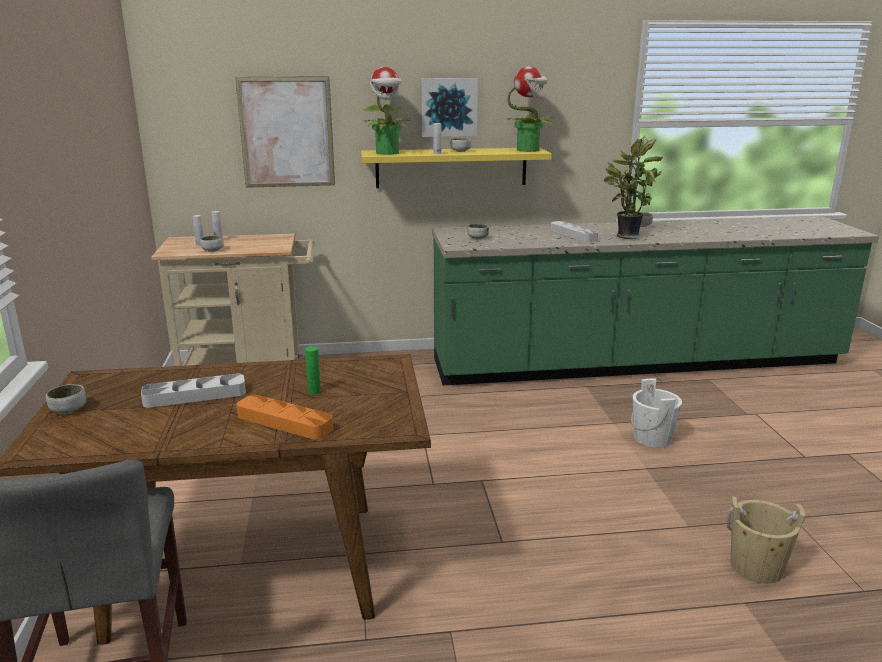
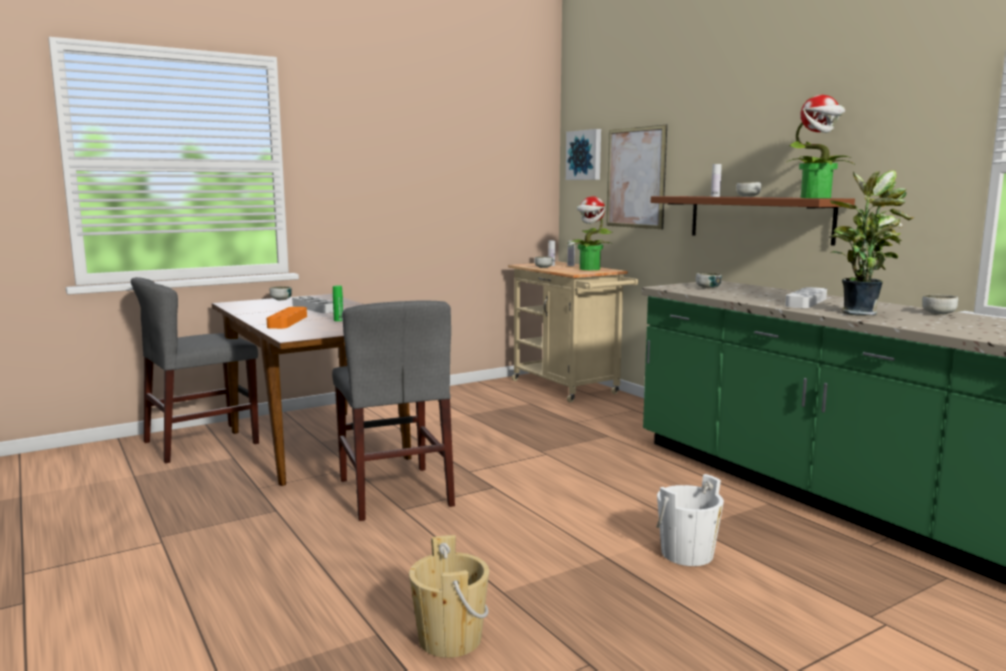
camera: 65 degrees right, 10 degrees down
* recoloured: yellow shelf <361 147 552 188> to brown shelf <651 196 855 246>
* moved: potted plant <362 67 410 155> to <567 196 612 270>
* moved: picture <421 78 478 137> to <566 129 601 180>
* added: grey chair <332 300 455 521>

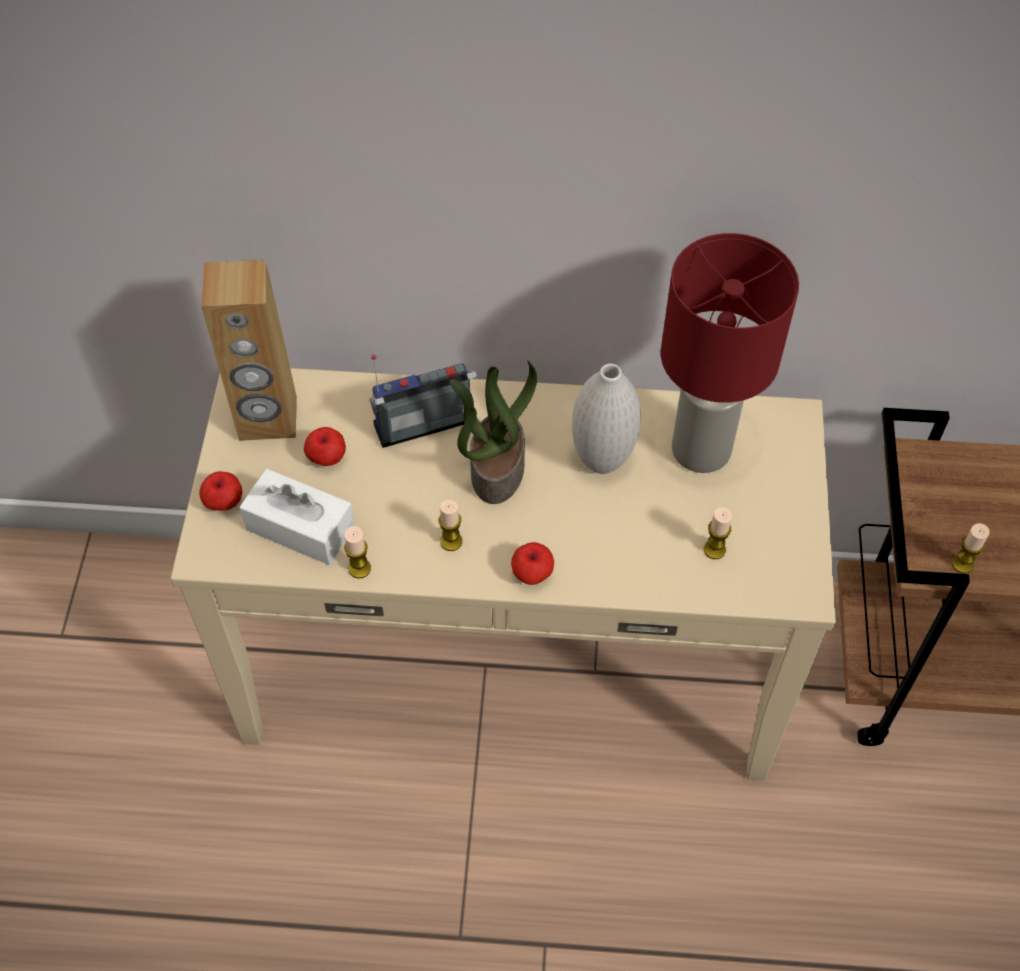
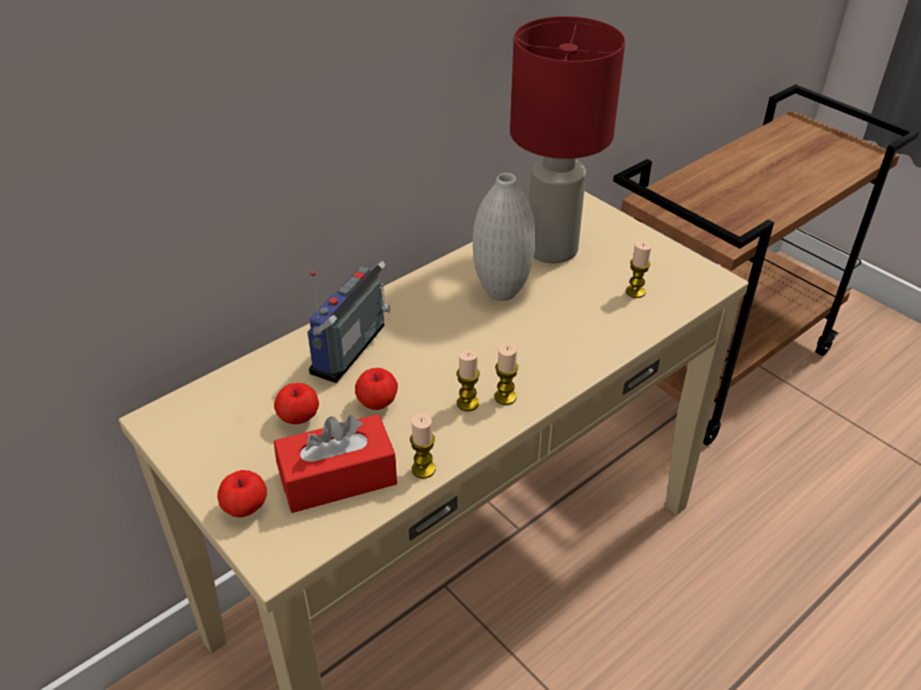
camera: 45 degrees left, 15 degrees down
* removed: brown speaker <202 260 297 441>
* recoloured: white tissue box <240 469 355 565> to red tissue box <274 414 397 513>
* removed: potted plant <449 360 537 504>
* moved: apple <511 542 554 585> to <355 368 398 410>
* moved: candle <952 523 990 573> to <495 342 518 405>

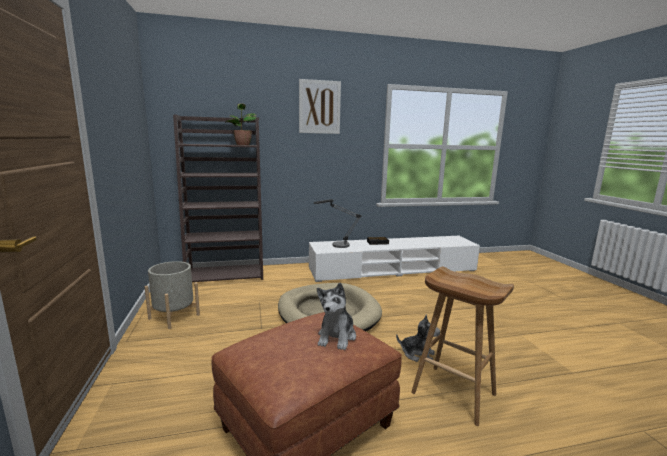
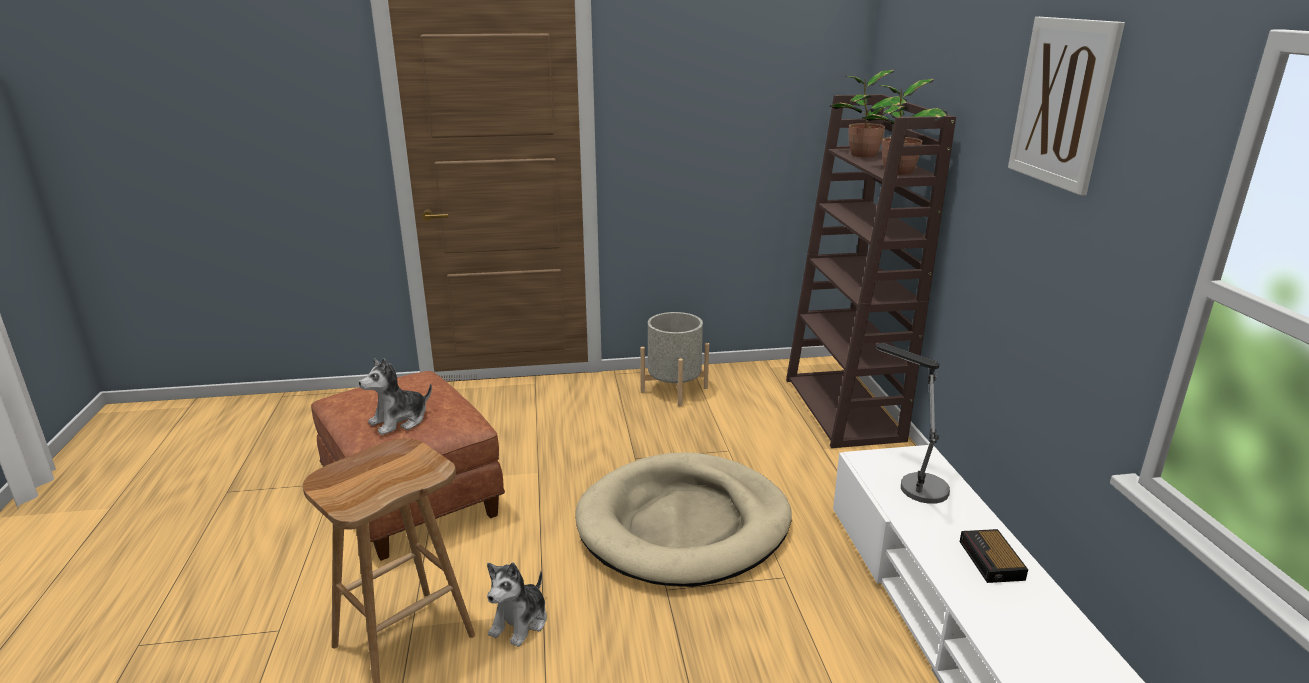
camera: 95 degrees right, 10 degrees up
* turned: plush toy <317 283 356 350> = <359 358 432 435> 60 degrees counterclockwise
* added: potted plant <830 70 907 157>

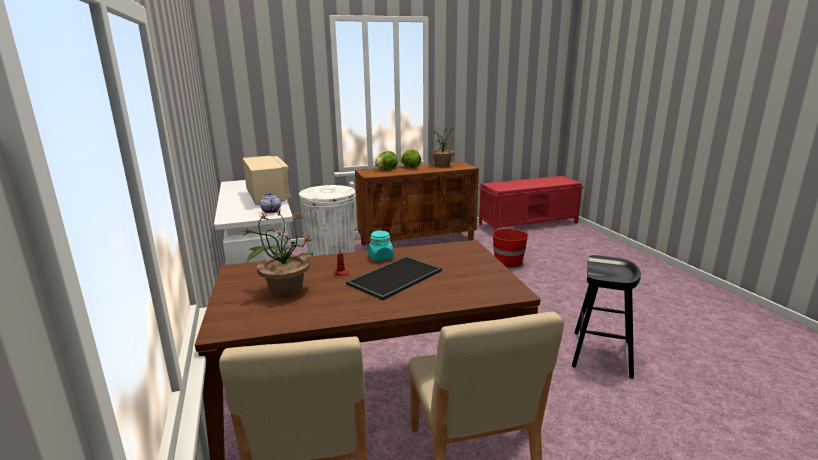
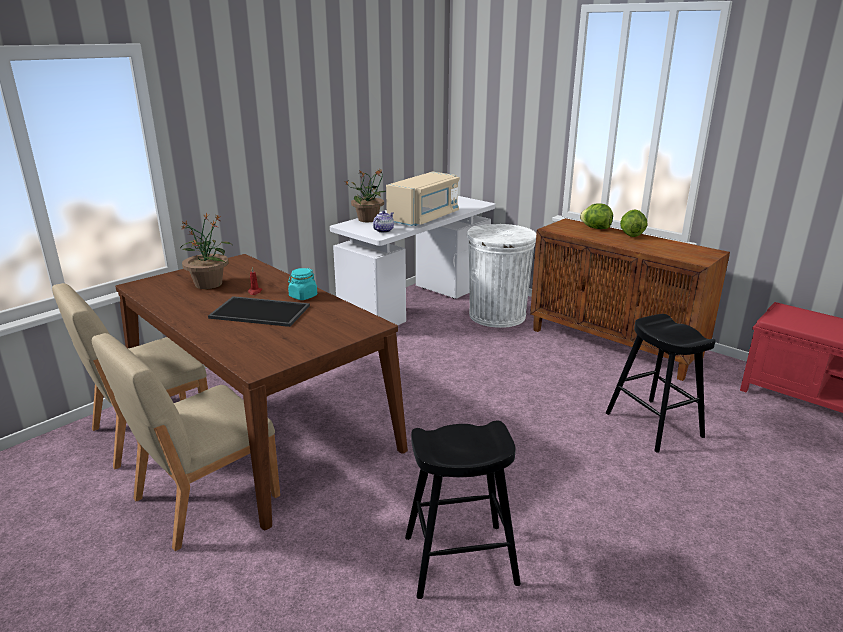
camera: 60 degrees right, 5 degrees up
* moved: potted plant <430 127 458 167> to <345 169 386 222>
* replaced: red bucket <492 229 528 268> to black stool <606 314 716 453>

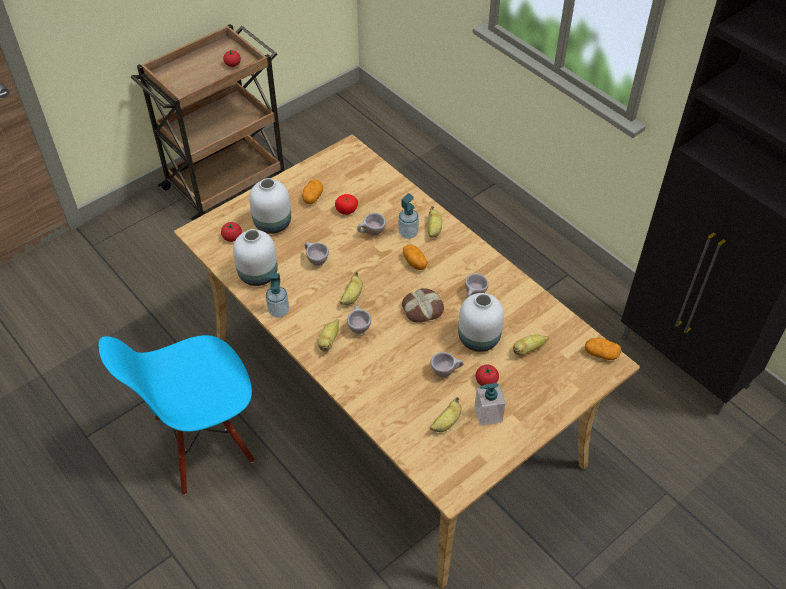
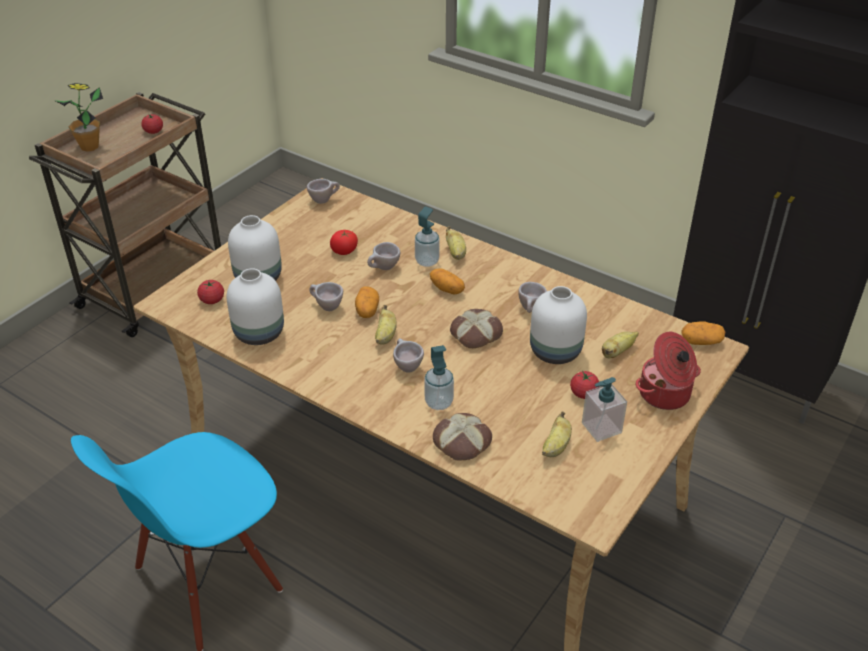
camera: 15 degrees left, 10 degrees down
* moved: soap dispenser <266 273 289 318> to <424 345 454 410>
* moved: potato <302 179 323 204> to <355 286 379 318>
* removed: banana <318 319 339 352>
* moved: beige cup <430 352 464 377> to <307 179 340 204>
* added: potted plant <54 83 103 152>
* added: bread <433 413 492 460>
* added: cooking pot <636 332 701 410>

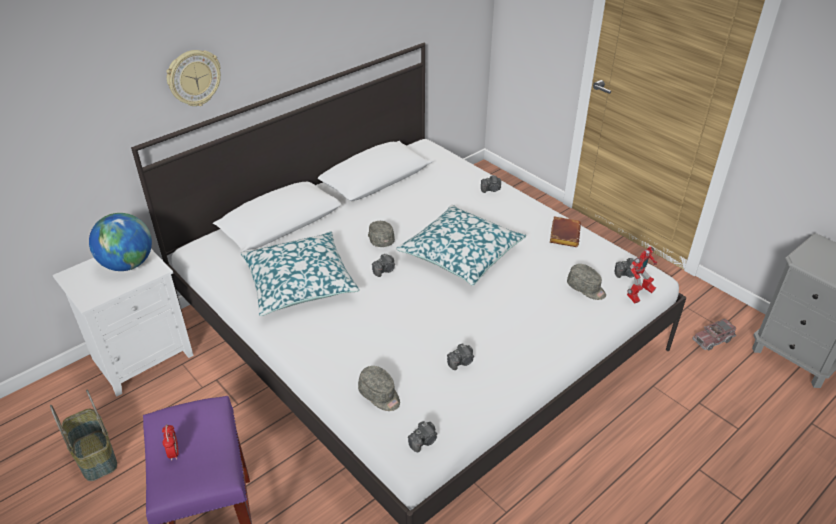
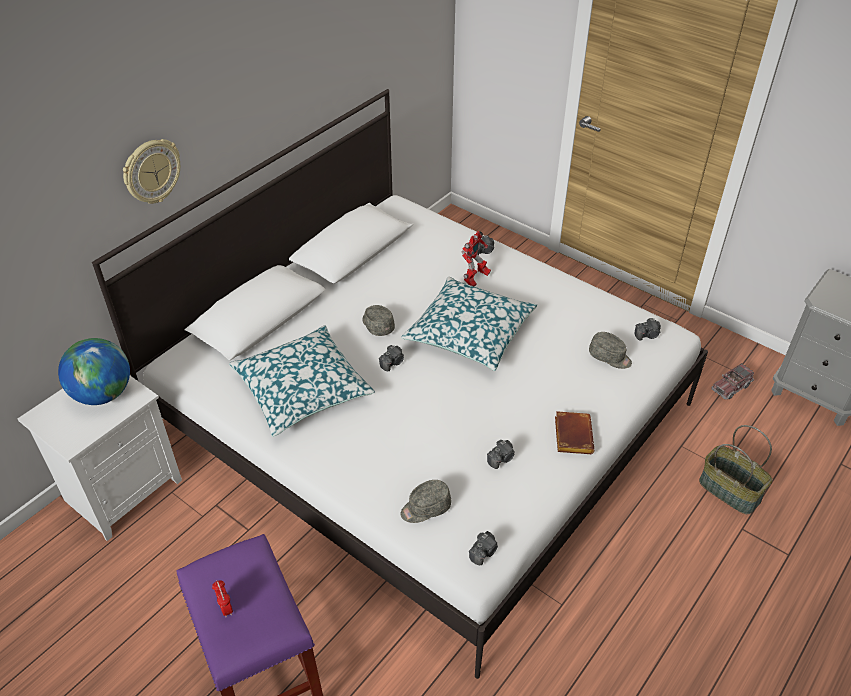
camera: 10 degrees left, 5 degrees up
* moved: basket <50 390 117 481> to <699 425 772 514>
* turned: grey cap <358 366 400 411> = <400 480 451 523> 120 degrees clockwise
* moved: brown book <550 216 581 247> to <555 411 595 454>
* moved: toy robot <627 246 657 304> to <461 231 491 286>

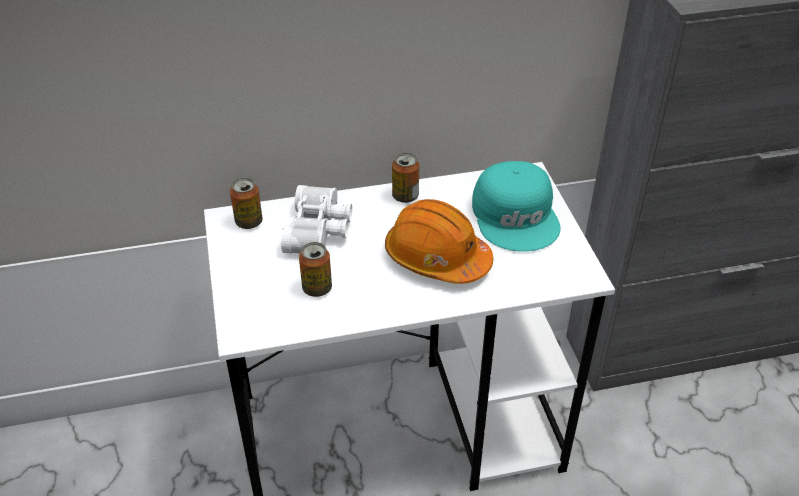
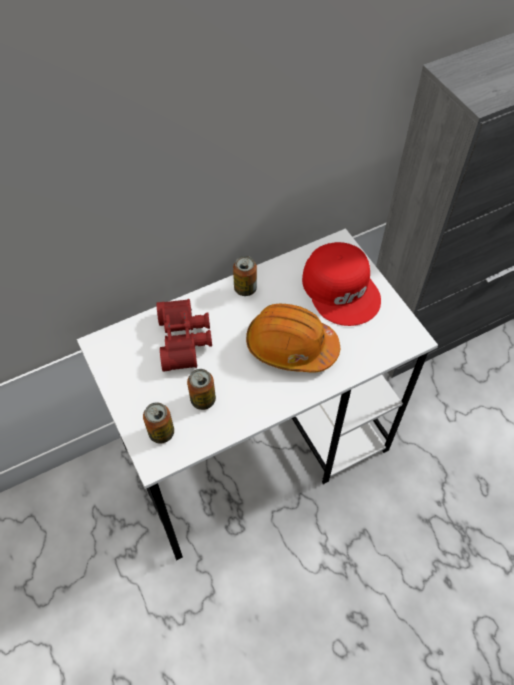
camera: 15 degrees left, 15 degrees up
* moved: can <230 178 263 229> to <143 402 174 443>
* recoloured: white binoculars <281 185 352 254> to red binoculars <157 299 212 372>
* recoloured: turquoise cap <472 161 561 252> to red cap <302 242 381 326>

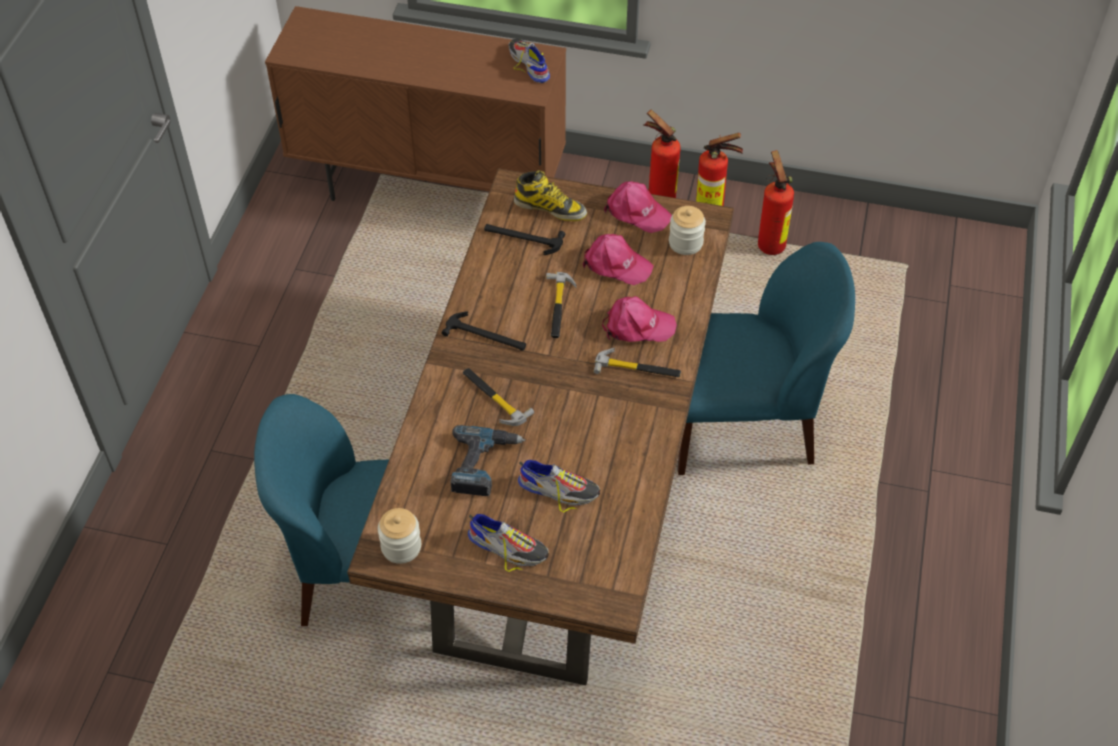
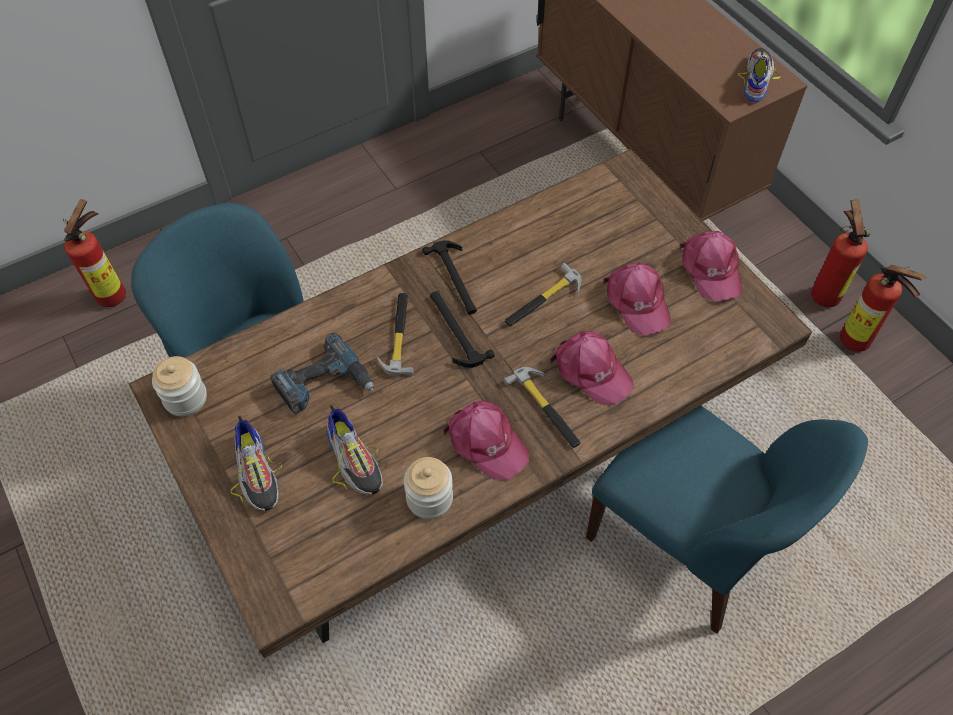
camera: 45 degrees right, 5 degrees up
* moved: hammer <484 224 565 255> to <430 291 495 368>
* removed: boot <514 170 587 221>
* moved: jar <669 206 706 255> to <404 457 453 519>
* moved: fire extinguisher <758 150 794 255> to <63 199 126 307>
* added: pink cap <443 401 529 480>

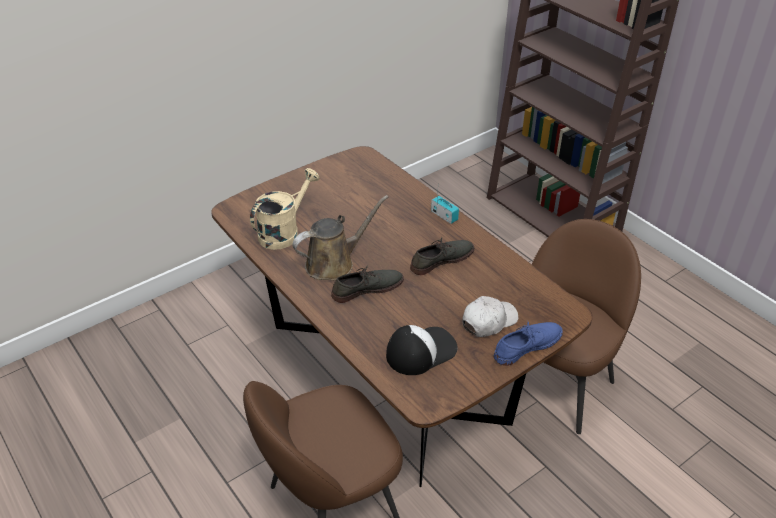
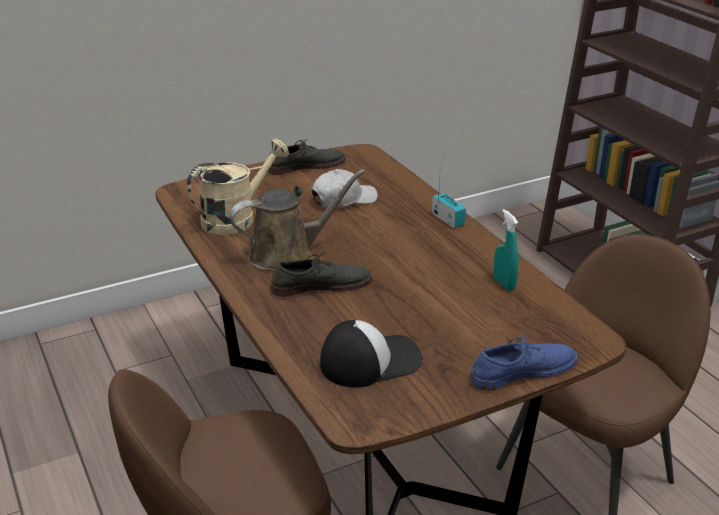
camera: 10 degrees right, 10 degrees down
* moved: grey shoe <410 237 474 275> to <268 139 346 175>
* moved: white cap <462 296 518 337> to <312 169 378 208>
* added: turquoise spray bottle <494 209 519 291>

